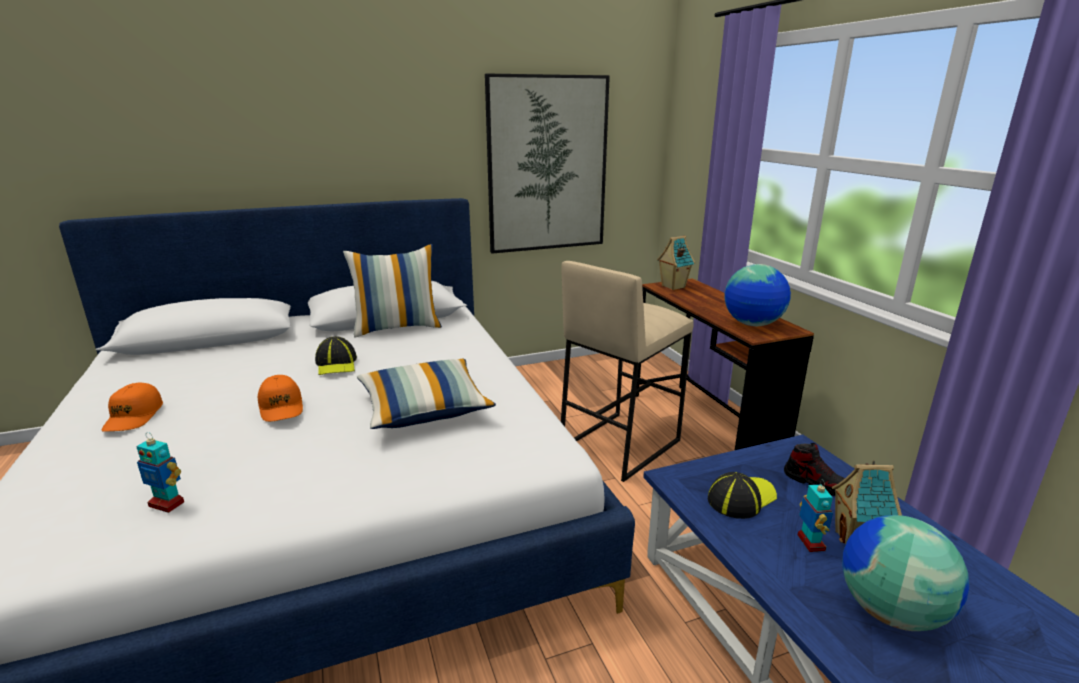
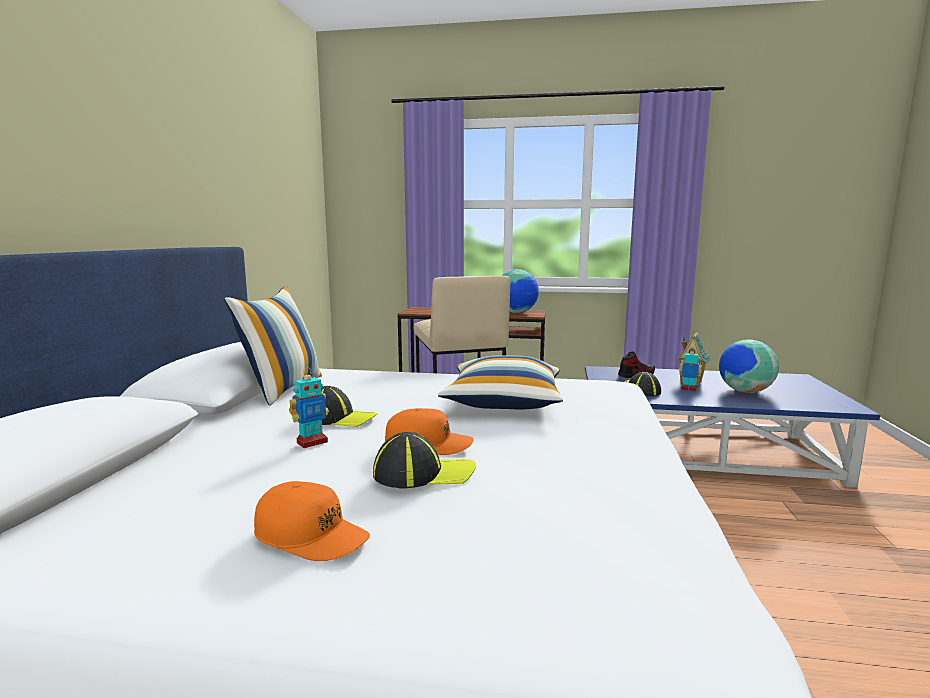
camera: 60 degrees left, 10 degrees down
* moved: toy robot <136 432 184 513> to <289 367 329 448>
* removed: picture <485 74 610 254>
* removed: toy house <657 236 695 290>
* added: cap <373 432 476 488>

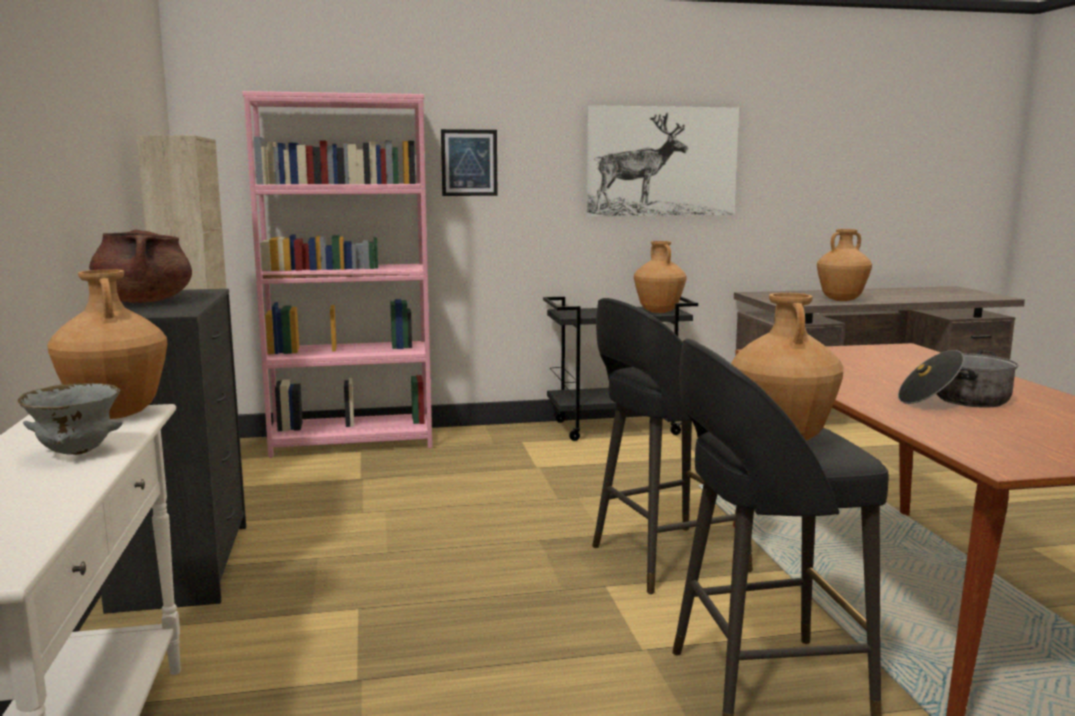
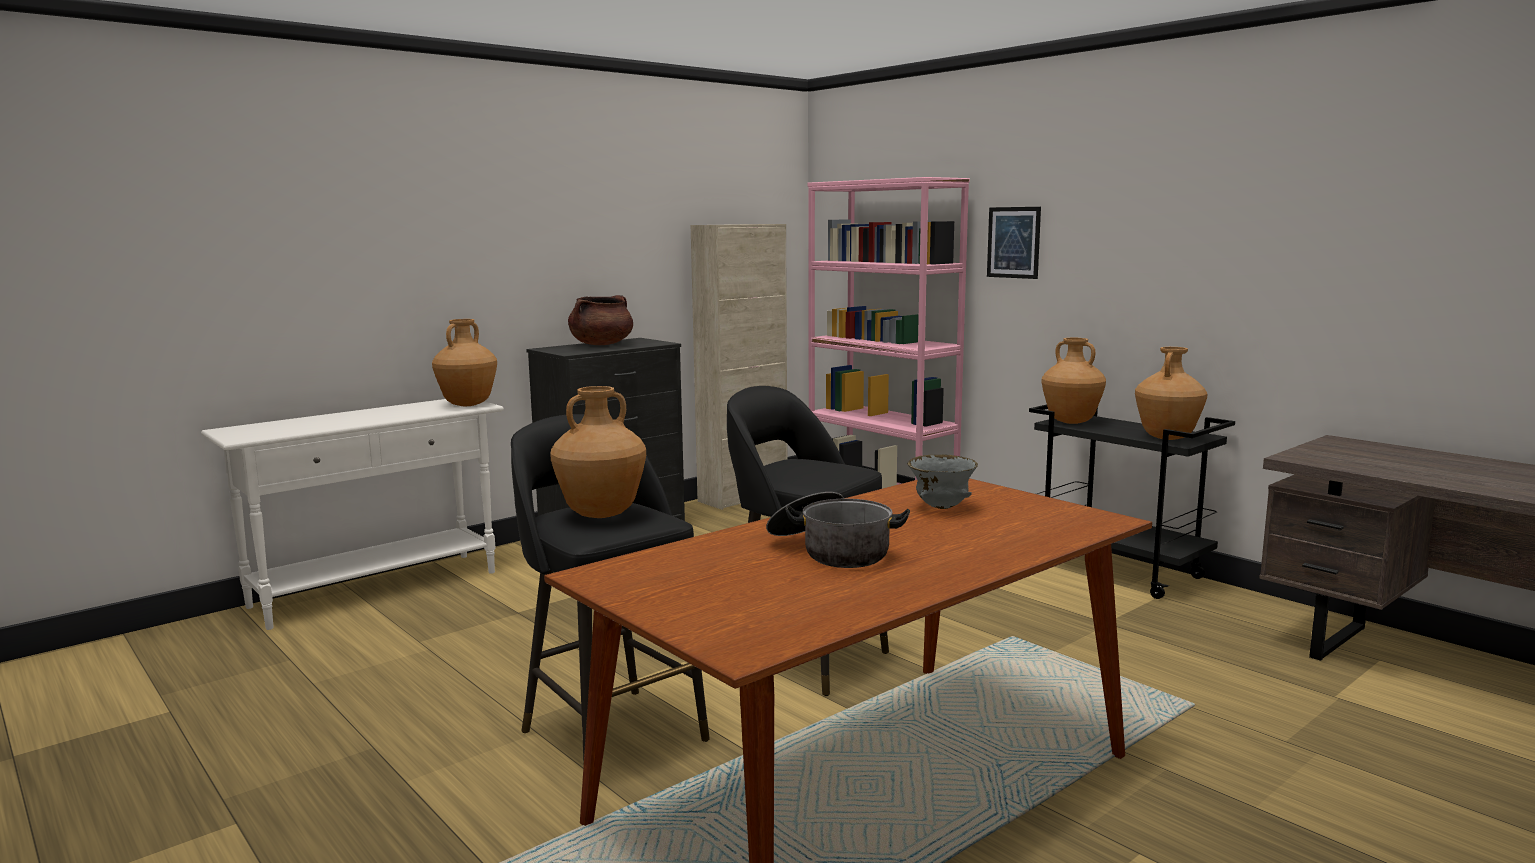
camera: 60 degrees right, 0 degrees up
* moved: grey bowl <18 383 122 455> to <907 454 978 509>
* removed: picture <585 105 739 216>
* moved: brown vase <817 229 872 301> to <1042 338 1106 424>

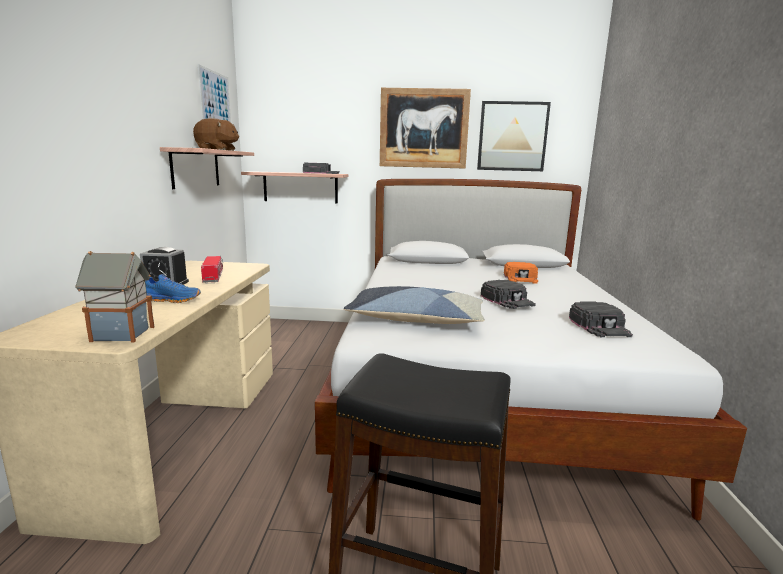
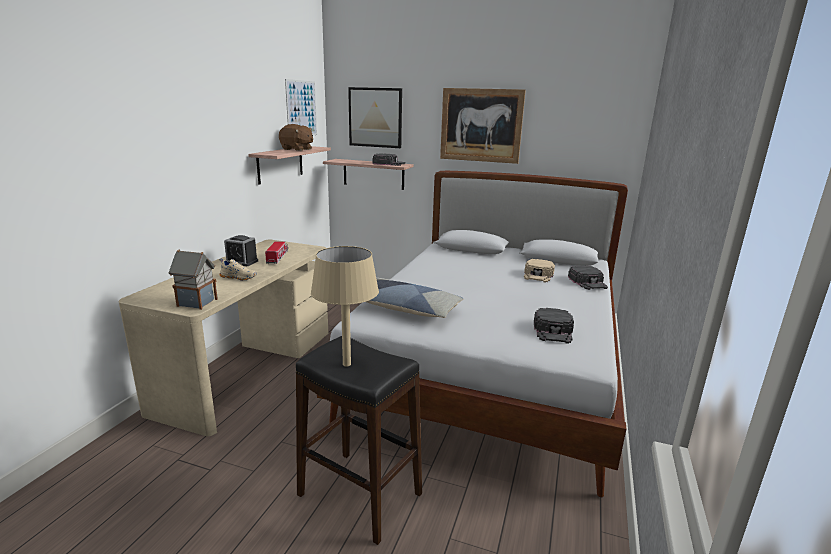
camera: 15 degrees right, 5 degrees up
* recoloured: blue shoe <145 274 201 303> to beige shoe <219 259 257 281>
* moved: picture <477 101 551 171> to <348 87 402 148>
* moved: black cap <481 280 536 309> to <568 265 608 290>
* recoloured: orange cap <504 262 538 284> to beige cap <524 259 555 282>
* added: beige table lamp <311 246 379 367>

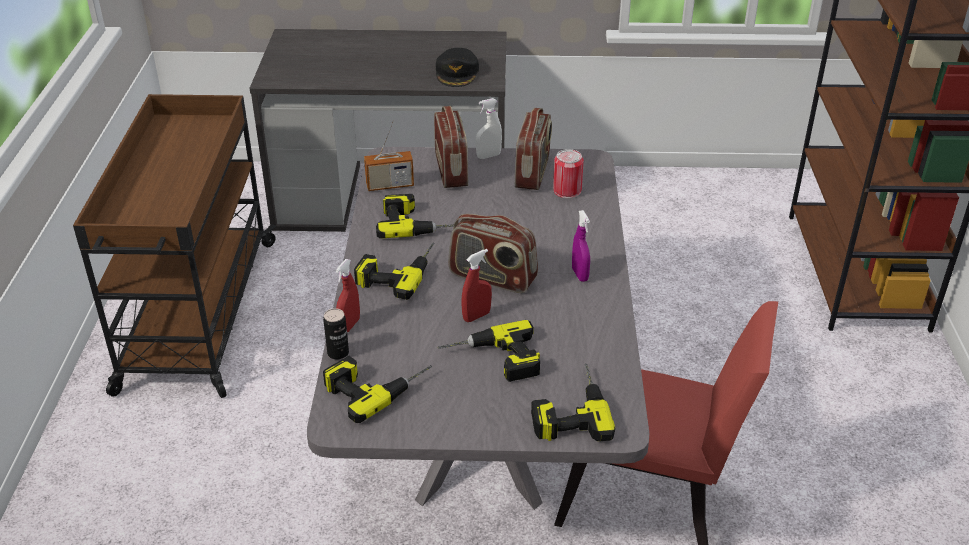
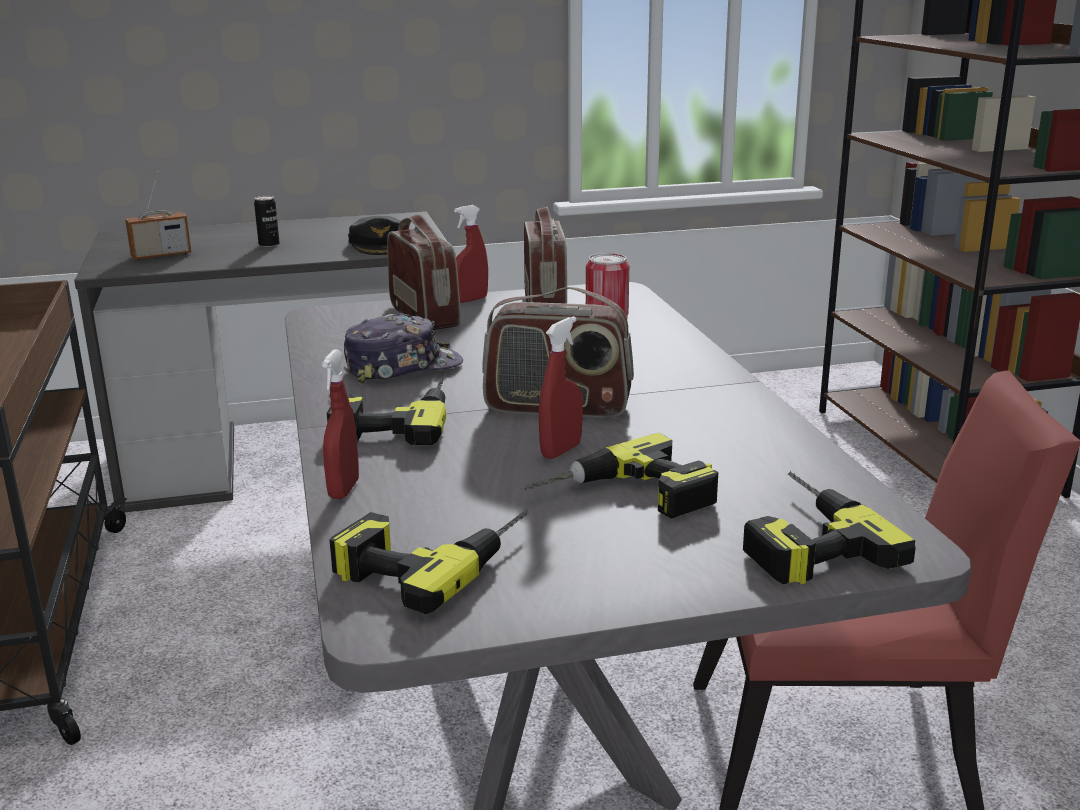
camera: 15 degrees left, 15 degrees down
* moved: can <323 308 349 360> to <254 196 280 247>
* moved: radio <364 120 414 191> to <125 171 191 260>
* replaced: power drill <376 194 454 239> to cap <344 313 463 383>
* recoloured: white spray bottle <476 98 502 159> to red spray bottle <454 205 488 303>
* removed: purple spray bottle <572 210 590 282>

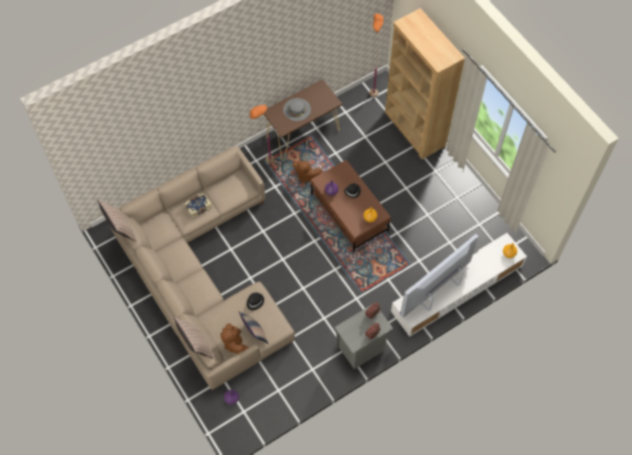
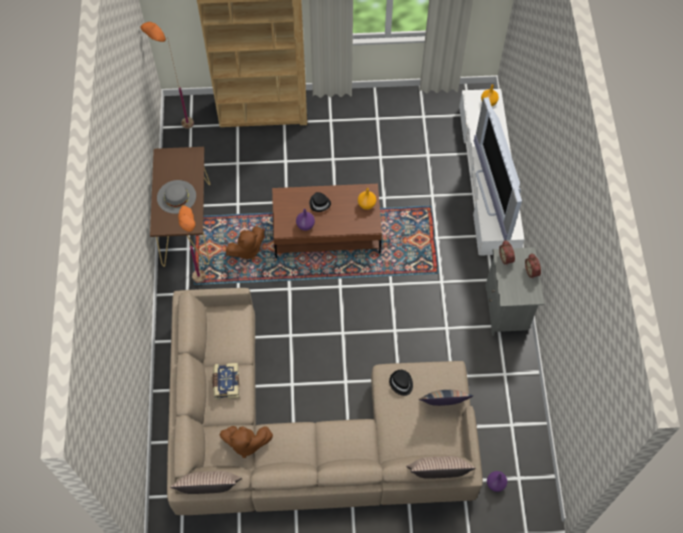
camera: 60 degrees left, 0 degrees up
* moved: brown plush toy <221 323 249 354> to <220 426 273 458>

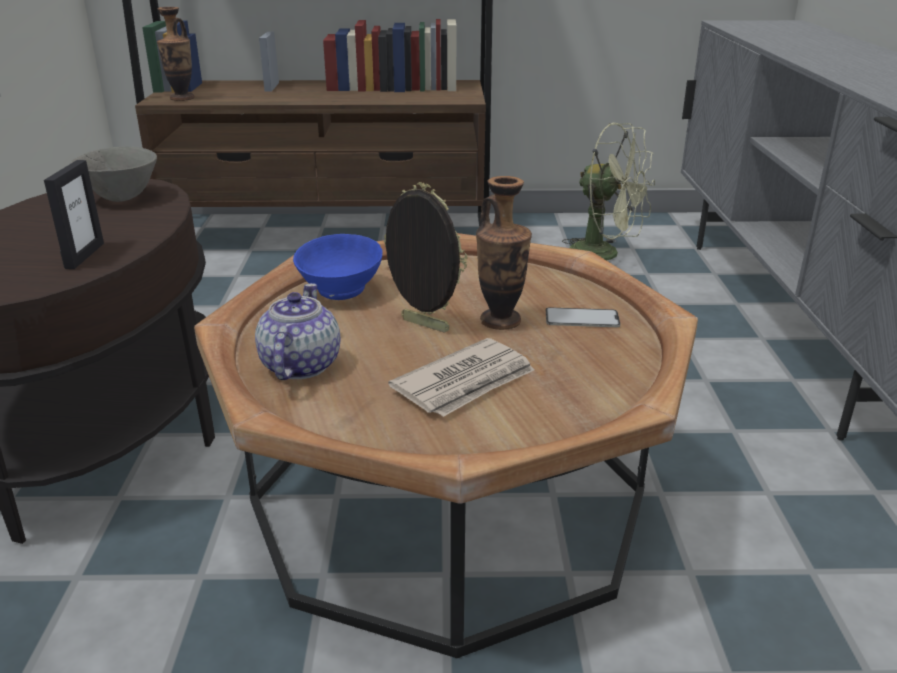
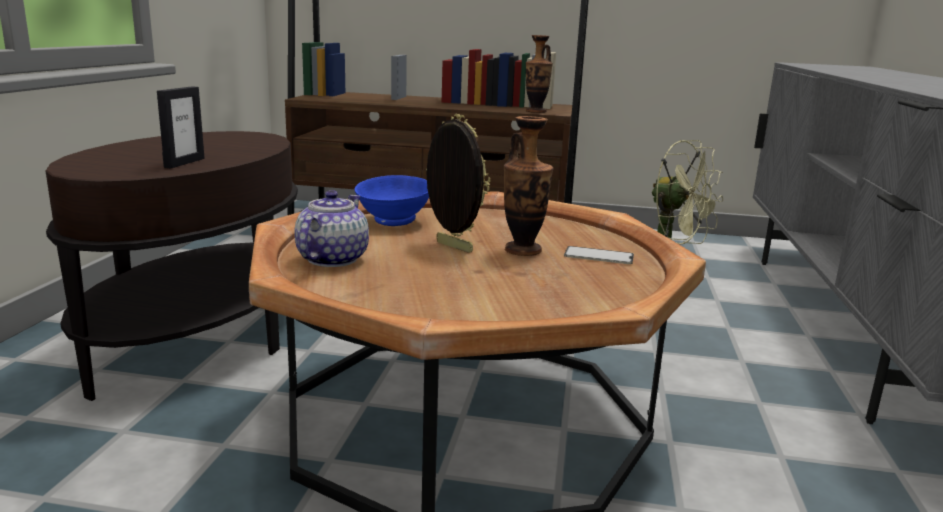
camera: 10 degrees right, 10 degrees down
* removed: grey bowl <70 147 157 202>
* moved: vase <157 7 195 101> to <526 35 553 113>
* removed: newspaper <388 338 534 417>

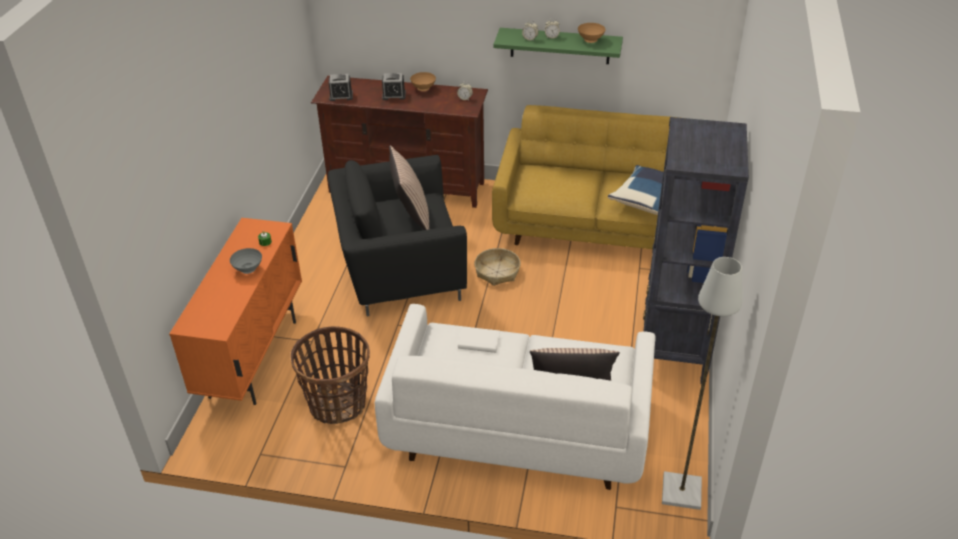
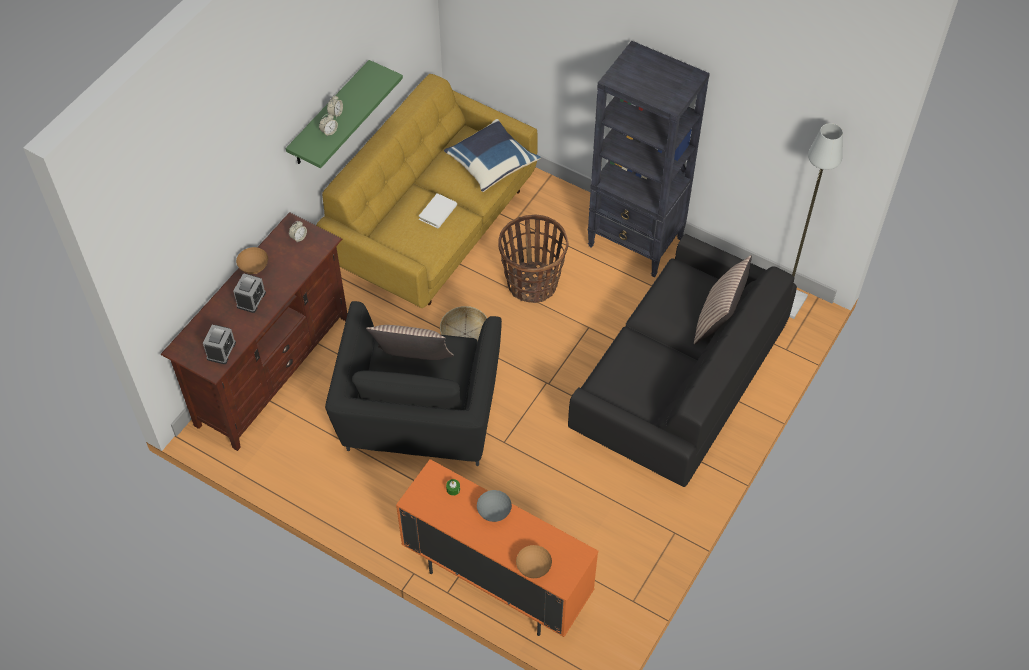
camera: 70 degrees left, 15 degrees up
* moved: basket <291 326 370 424> to <498 214 568 303>
* recoloured: white sofa <375 304 656 490> to black sofa <568 234 797 487>
* moved: white book <458 327 500 353> to <419 193 457 229>
* moved: brown bowl <578 23 605 43> to <516 545 552 578>

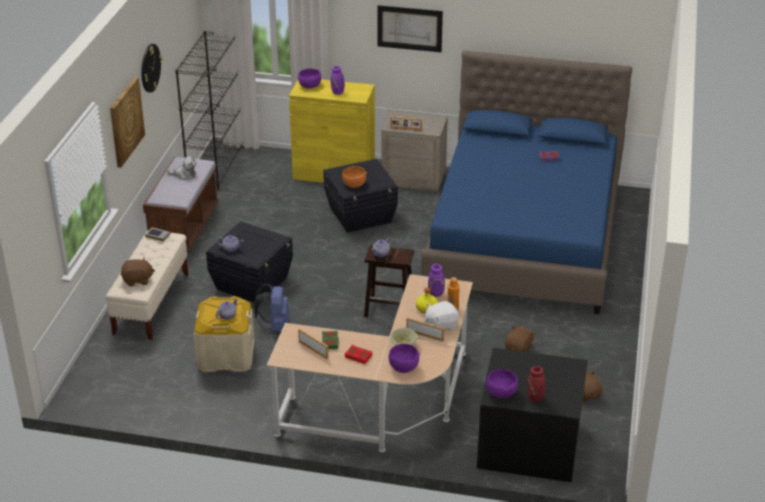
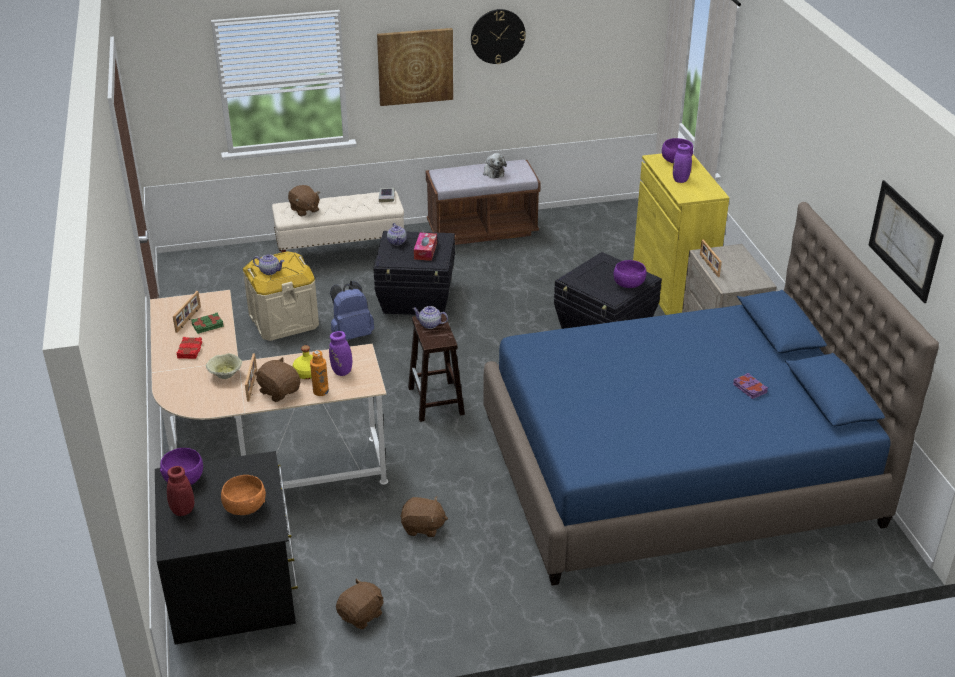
camera: 65 degrees right, 0 degrees up
* removed: black bookcase <175 31 244 191>
* moved: orange bowl <342 166 367 188> to <221 475 266 515>
* moved: picture <377 5 443 52> to <868 180 944 303>
* moved: purple bowl <389 344 420 373> to <614 260 647 288>
* recoloured: white plush toy <423 301 459 330> to brown plush toy <254 357 300 402>
* added: tissue box <414 232 437 261>

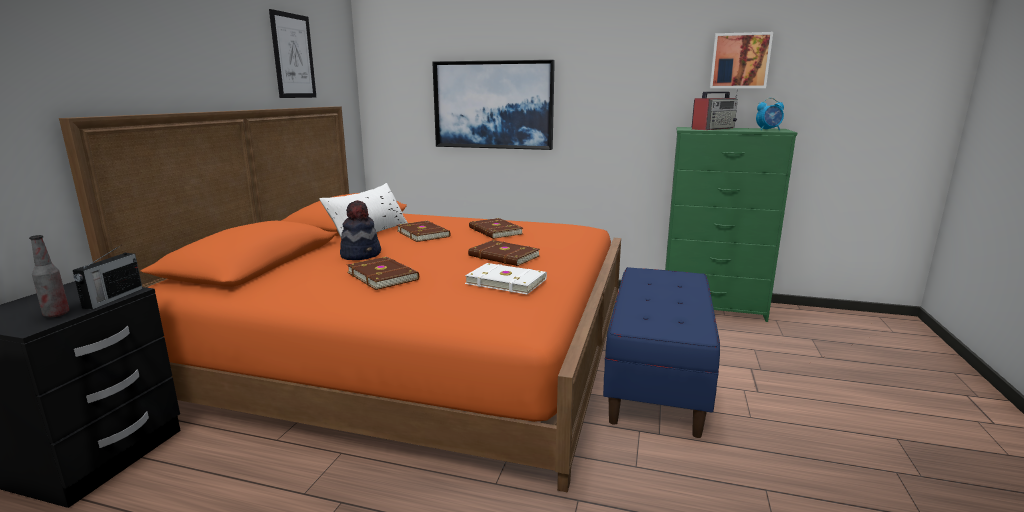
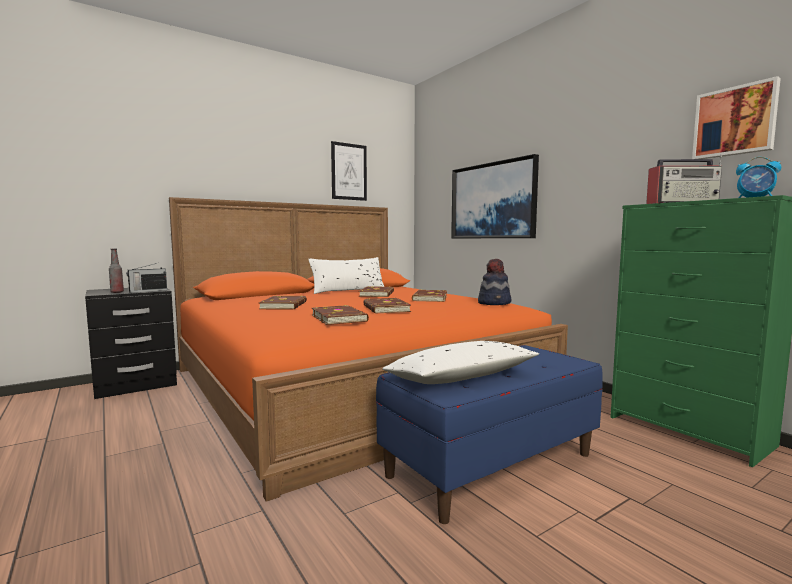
camera: 40 degrees right, 10 degrees down
* moved: hat <340 200 381 260> to <478 259 512 305>
* recoloured: white book <465 263 547 294> to brown book <312 305 369 325>
* added: white pillow <382 341 539 384>

